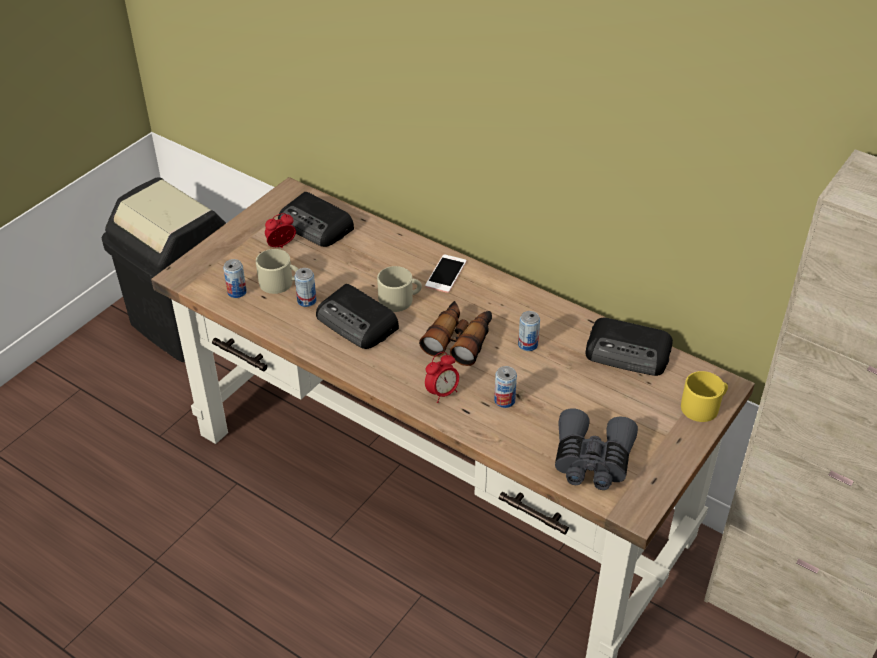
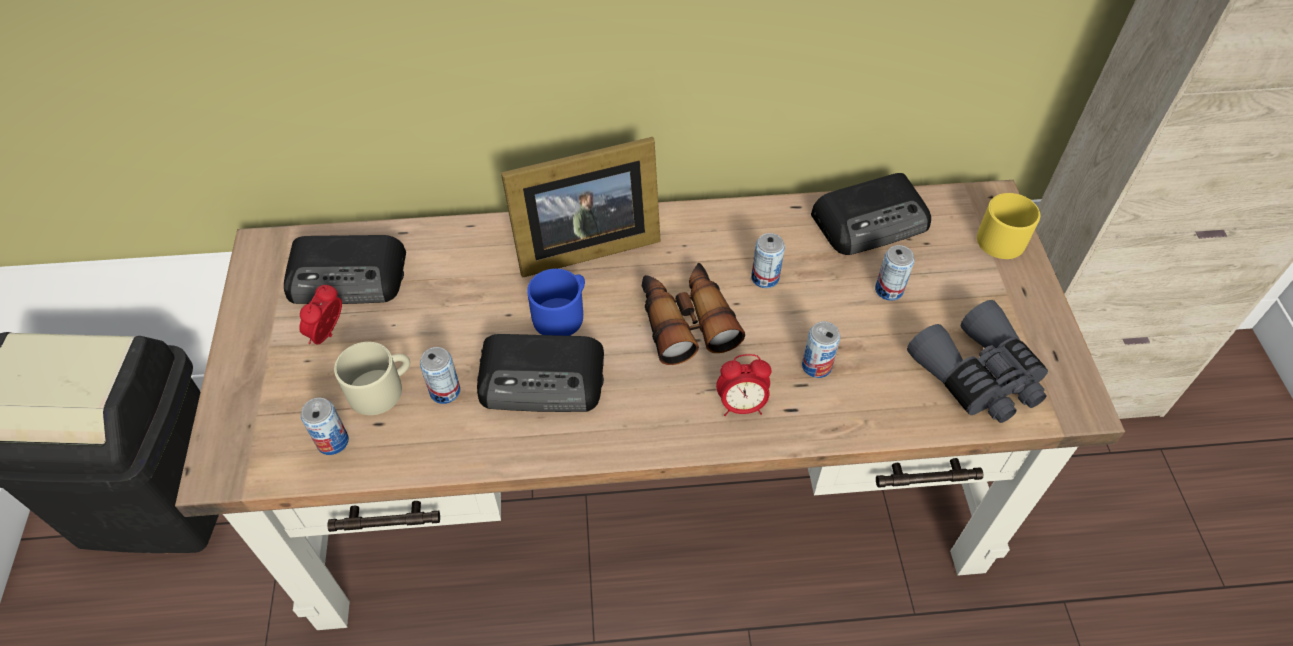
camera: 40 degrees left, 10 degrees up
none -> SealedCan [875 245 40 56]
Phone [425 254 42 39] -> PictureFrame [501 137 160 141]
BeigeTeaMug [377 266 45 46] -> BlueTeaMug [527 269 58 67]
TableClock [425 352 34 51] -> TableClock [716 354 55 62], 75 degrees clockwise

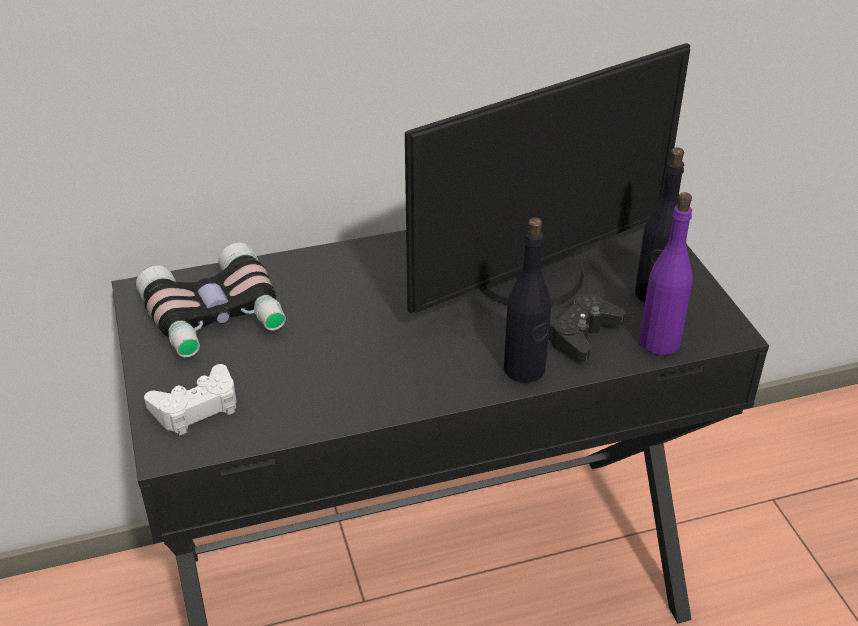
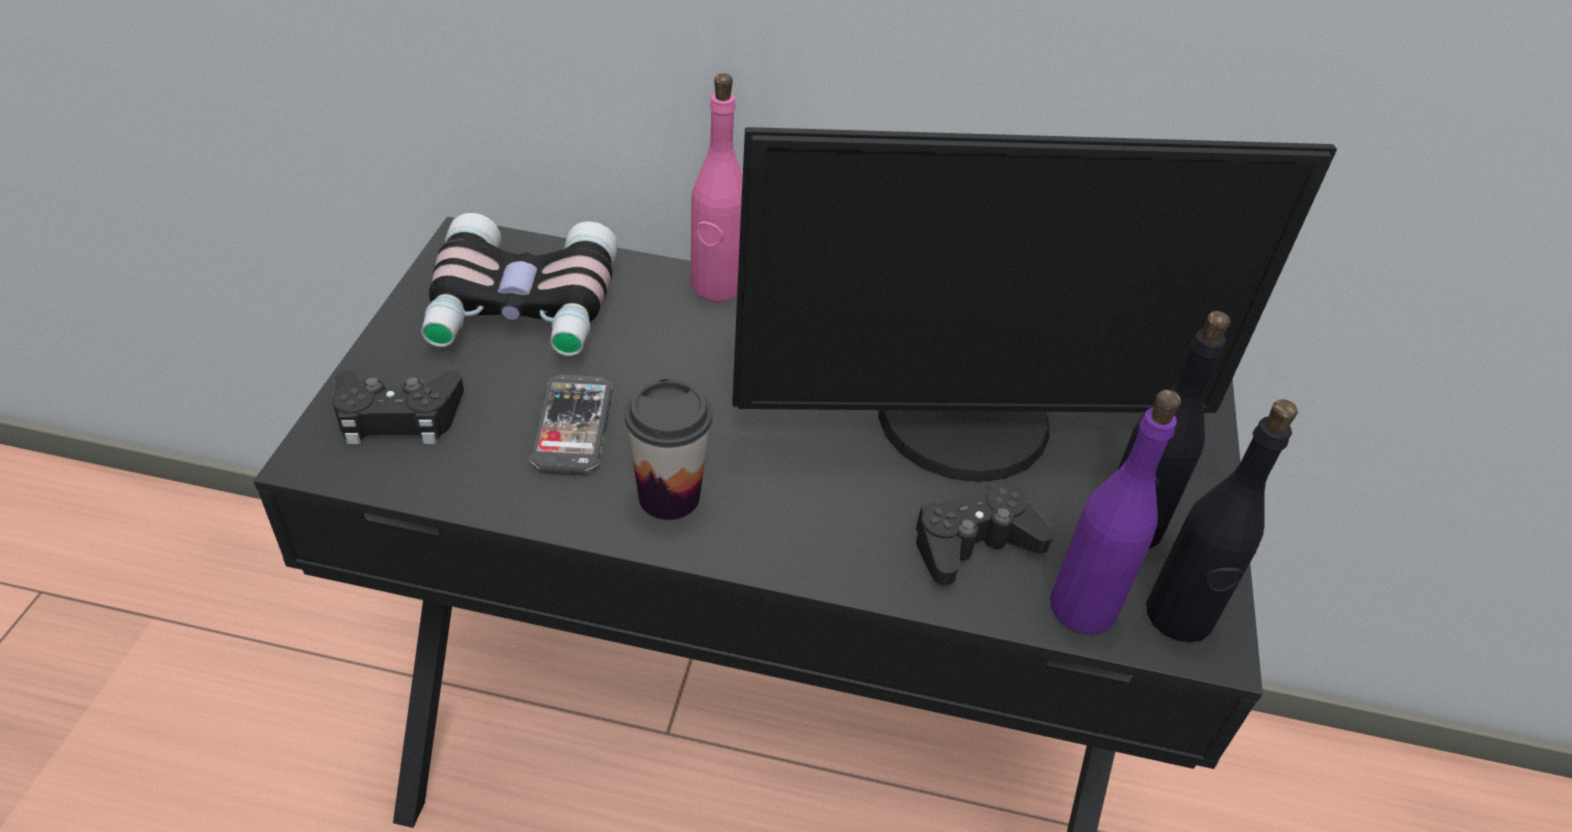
camera: 25 degrees right, 5 degrees up
none -> Phone [529 374 84 101]
none -> SmallCup [625 379 88 141]
none -> PinkishBottle [691 73 52 229]
BlackColouredBottle [504 217 47 166] -> BlackColouredBottle [1146 399 152 243], move
WhiteGameController [144 364 92 72] -> BlackColouredGameController [332 371 132 73]

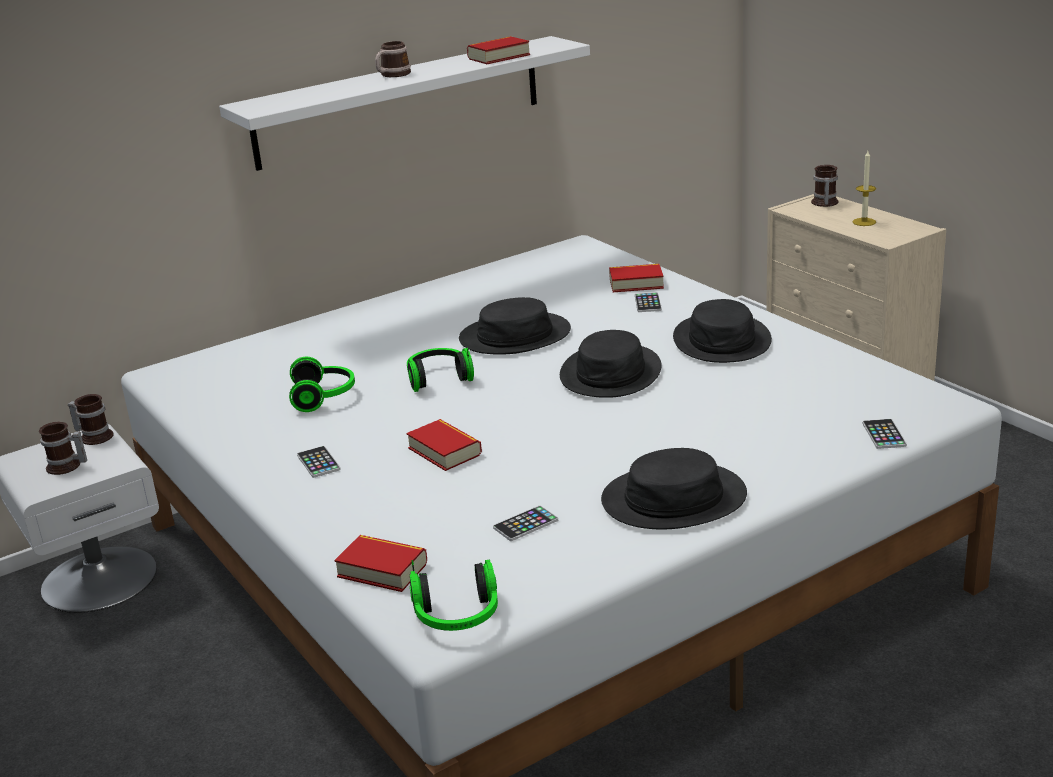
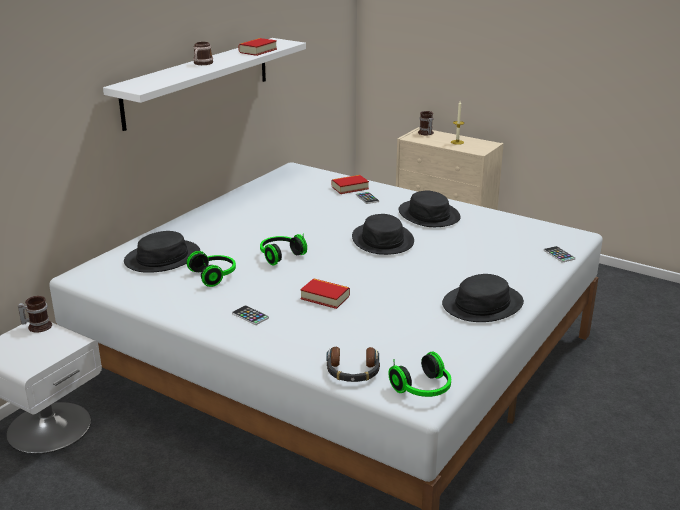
camera: 25 degrees left, 0 degrees up
TeaMug [39 422 48 53] -> none
Phone [493 505 65 36] -> none
BlackColouredHat [459 297 112 58] -> BlackColouredHat [124 231 76 42], move
BoundBook [334 535 93 57] -> Headset [326 347 54 35]

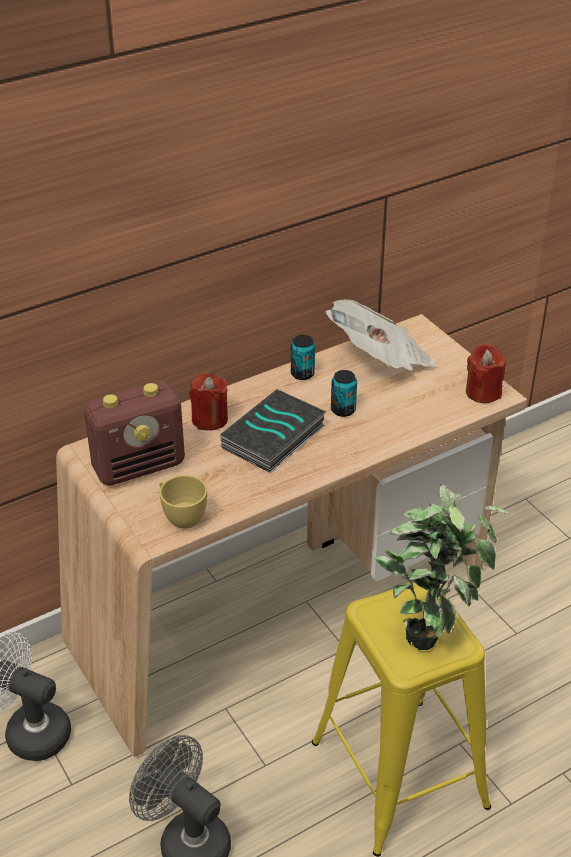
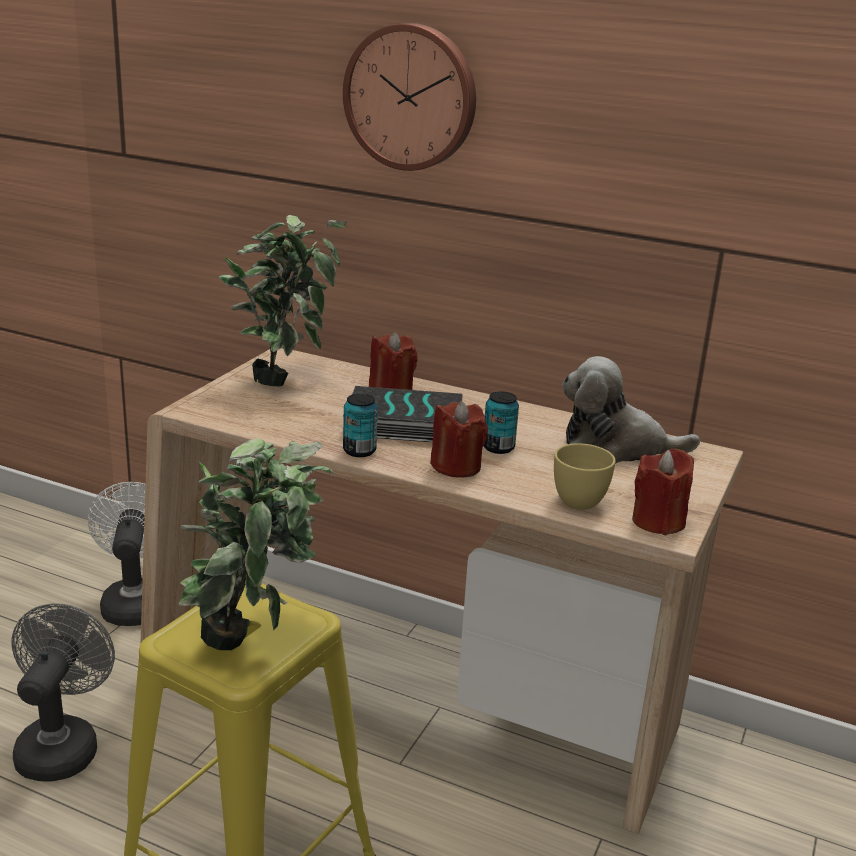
camera: 55 degrees right, 15 degrees down
none -> HangingClock [343 23 133 148]
none -> RedWaxCandle [430 401 58 77]
YellowishSmallCup [160 475 47 54] -> YellowishSmallCup [554 443 62 67], move
SealedCan [291 335 24 45] -> SealedCan [343 393 35 64], move
Radio [84 381 101 105] -> Houseplant [219 215 128 171]
DailyPaper [325 299 112 72] -> CuddlyToy [562 356 138 108]

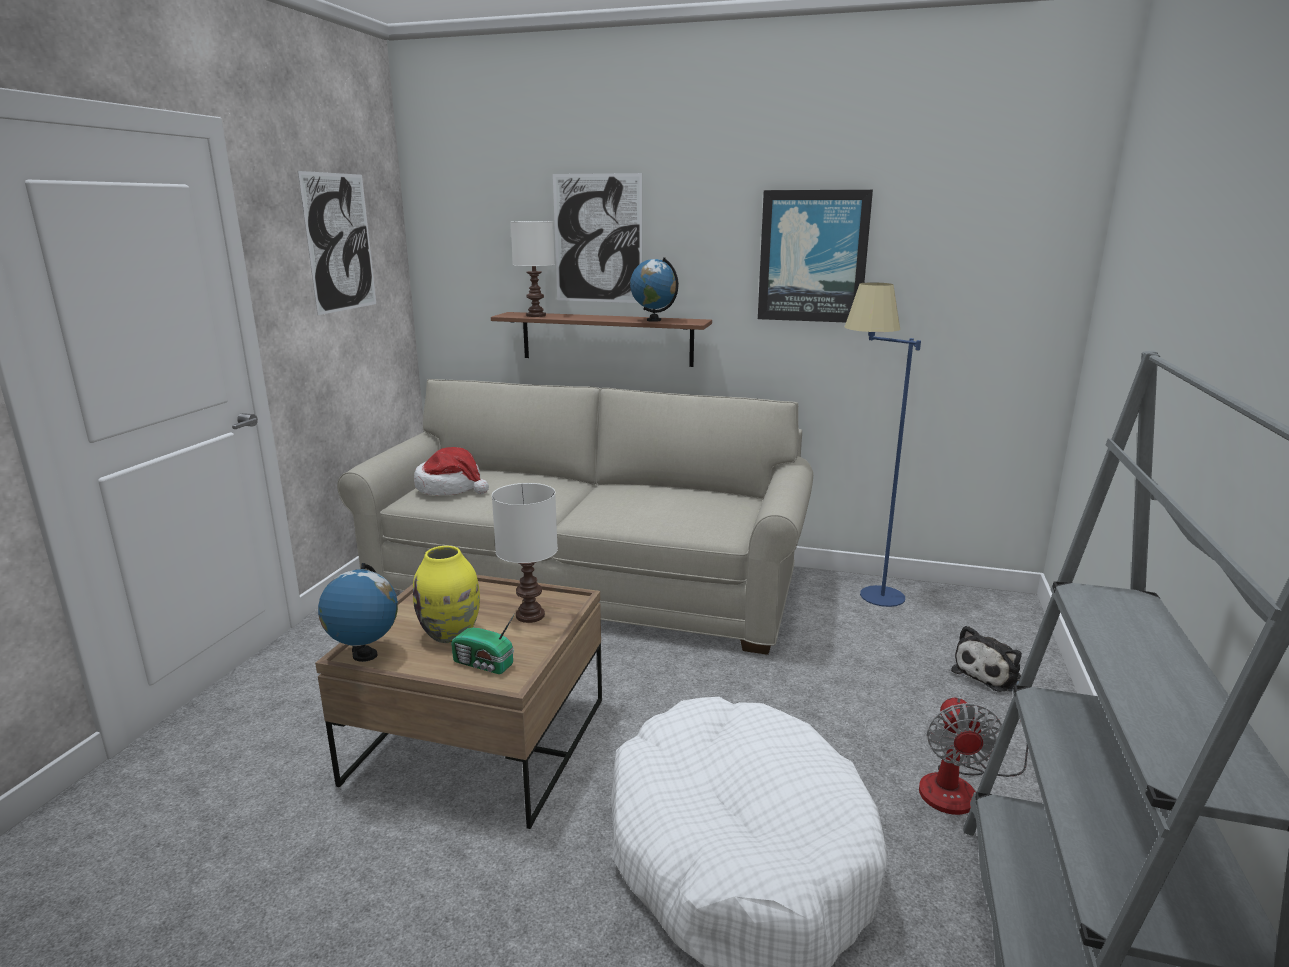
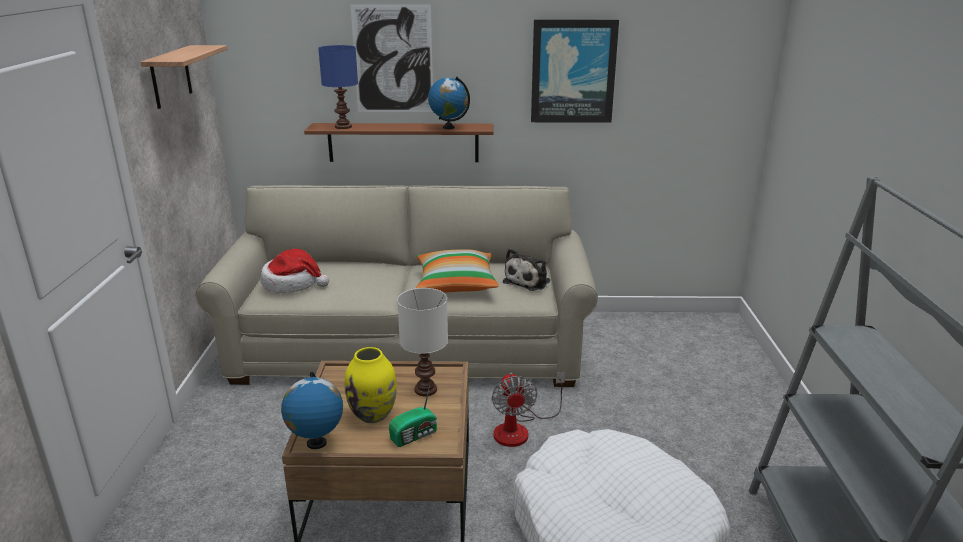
camera: 15 degrees left, 5 degrees up
BlueStandardLamp [844 283 77 324] -> none
none -> ThrowPillow [416 249 83 44]
CoolingFan [919 696 109 119] -> CoolingFan [492 372 73 75], move
CuddlyToy [951 626 71 66] -> CuddlyToy [503 248 47 43], move
WallArt [298 171 78 144] -> BracketShelf [140 45 87 64]
WhiteLampForATable [511 221 44 96] -> BlueLampForATable [318 45 40 84]
Radio [451 613 64 61] -> Radio [389 386 48 61], 45 degrees counterclockwise

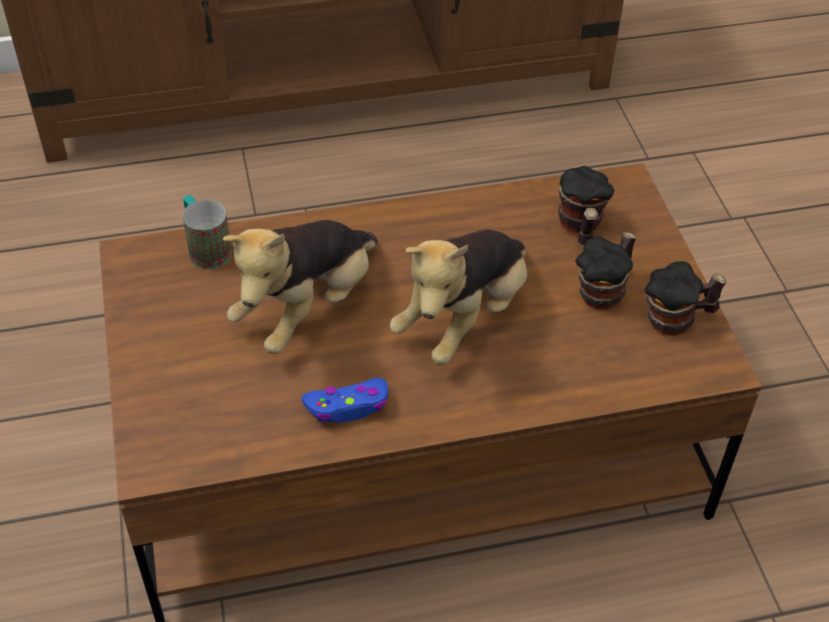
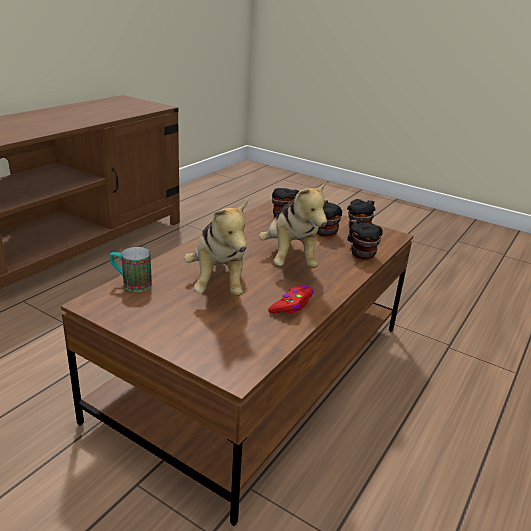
camera: 45 degrees left, 20 degrees down
none -> TeaMug [347 220 36 40]
BlueGameController [301 378 87 45] -> RedGameController [268 285 45 29]

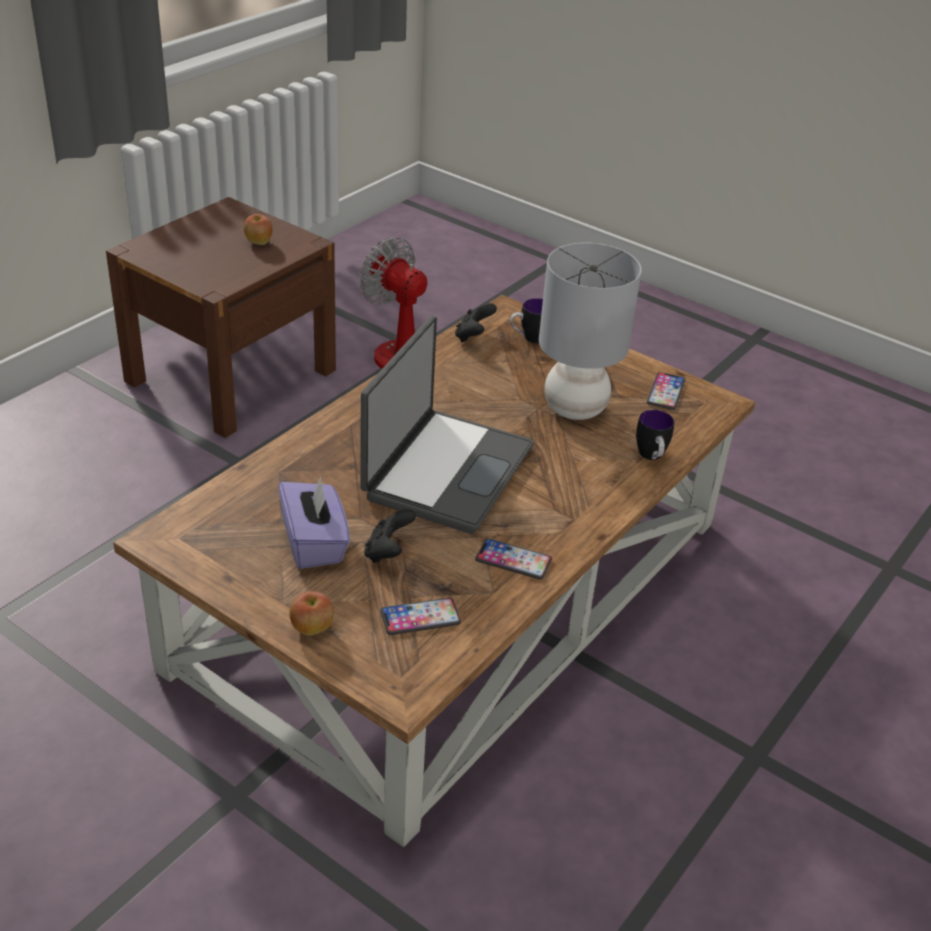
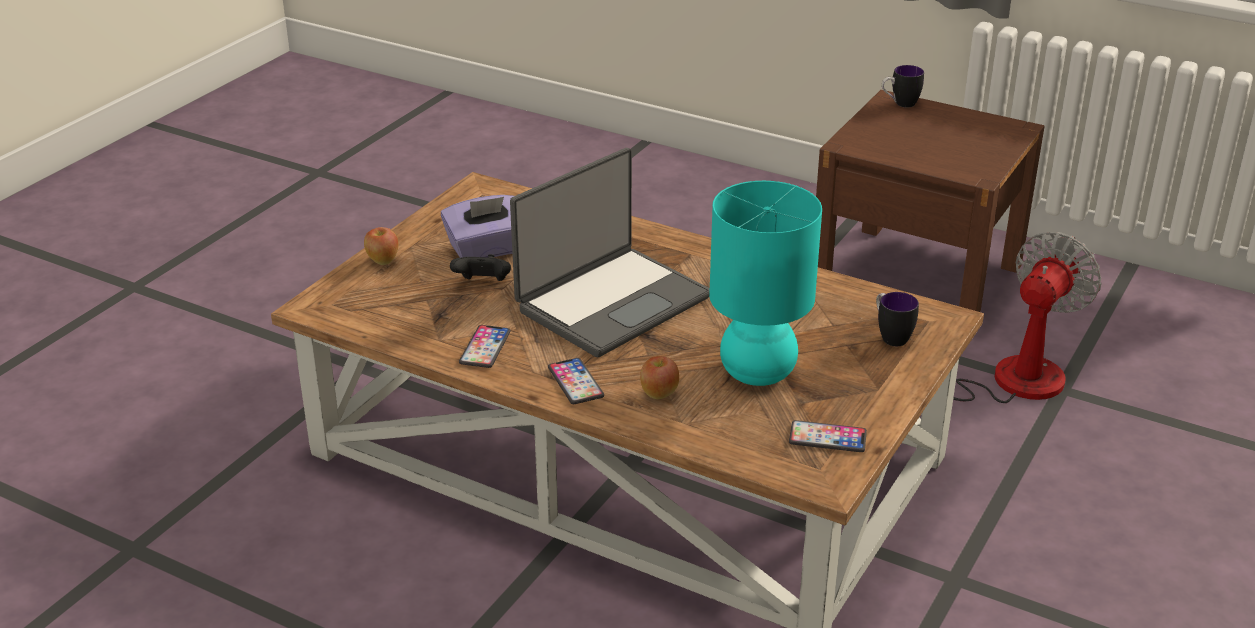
camera: 85 degrees right, 5 degrees down
BlackColouredGameController [455 303 42 39] -> none
AppleFruit [244 214 28 31] -> AppleFruit [640 356 39 43], move
Phone [381 597 80 38] -> Phone [548 358 56 46], move
TeaMug [636 410 38 50] -> TeaMug [882 65 42 42], move
GrayLampForATable [539 243 103 177] -> TurquoiseLampForATable [709 181 113 205]
NotebookComputer [360 316 173 218] -> NotebookComputer [510 148 200 210], 60 degrees counterclockwise

